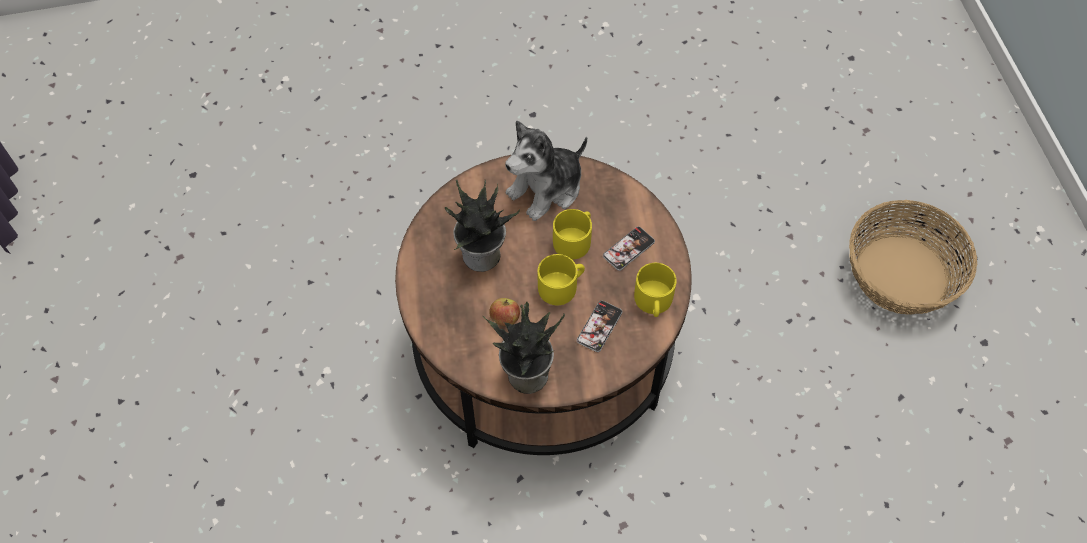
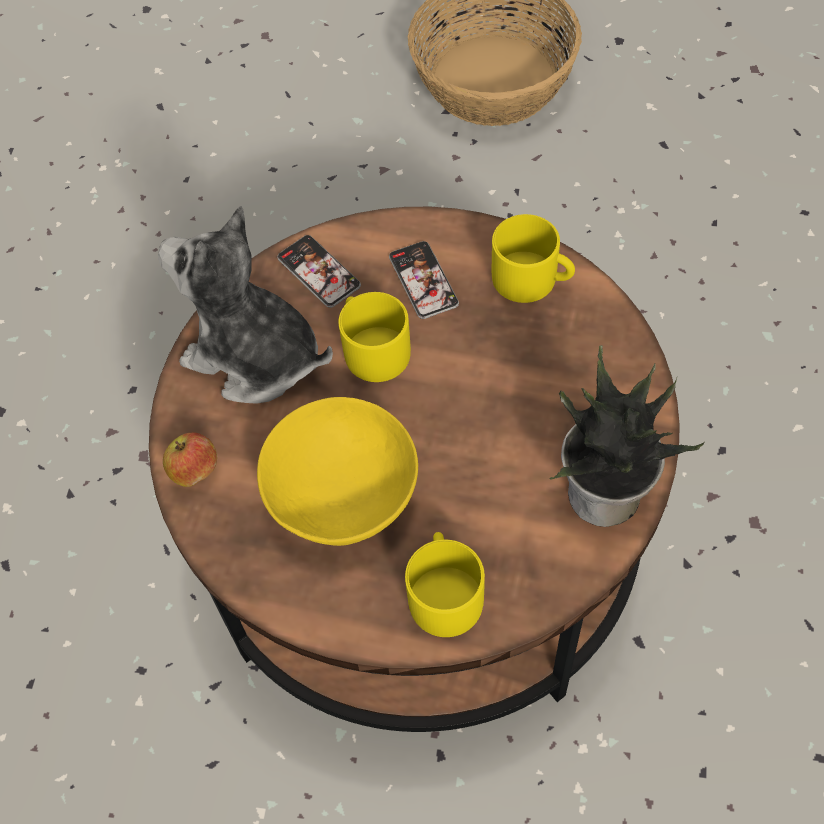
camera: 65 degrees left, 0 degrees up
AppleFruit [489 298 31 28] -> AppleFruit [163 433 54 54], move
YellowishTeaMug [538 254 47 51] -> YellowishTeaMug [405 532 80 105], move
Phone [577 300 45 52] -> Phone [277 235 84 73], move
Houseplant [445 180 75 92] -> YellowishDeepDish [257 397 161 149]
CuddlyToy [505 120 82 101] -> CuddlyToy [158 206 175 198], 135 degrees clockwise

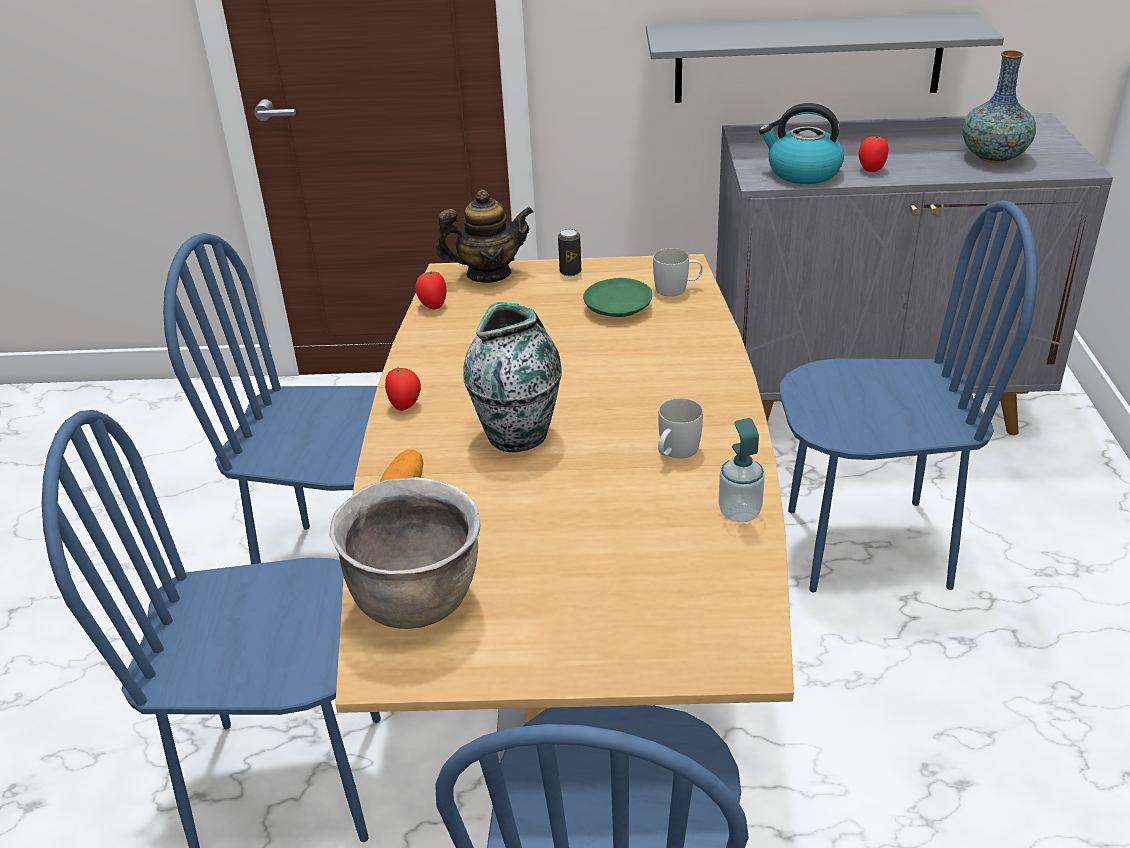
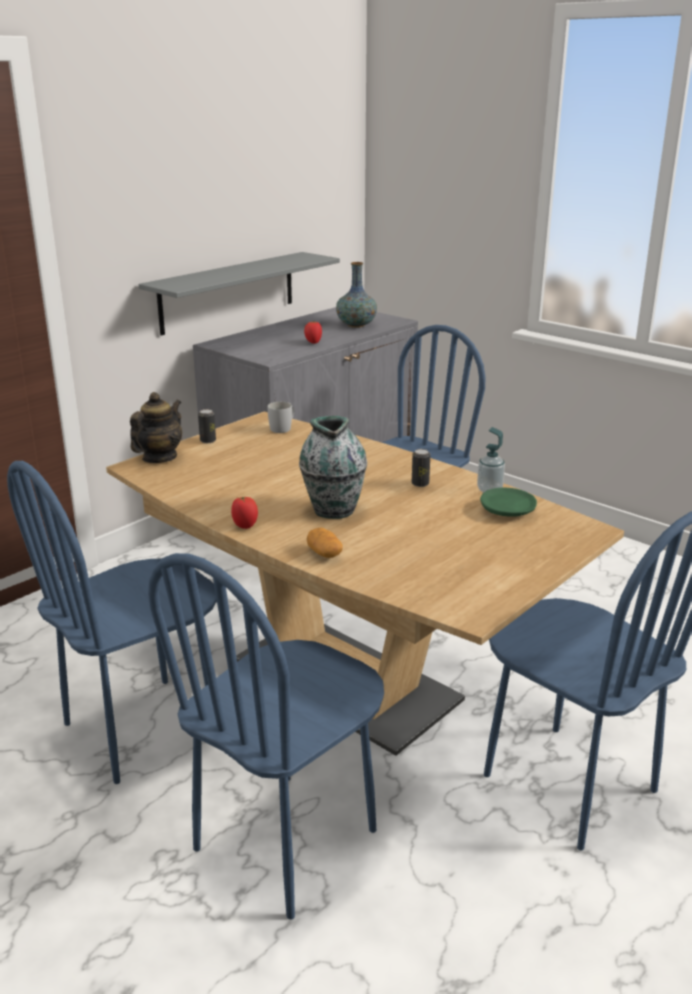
camera: 50 degrees left, 10 degrees down
BrownColouredCookingPot [329 477 152 152] -> none
WholeTomato [415 270 31 40] -> none
Kettle [759 103 85 81] -> none
GreenDinnerPlate [583 278 69 39] -> GreenDinnerPlate [480 488 57 29], move
WhiteTeaMug [658 398 45 61] -> SealedCan [412 449 19 38]

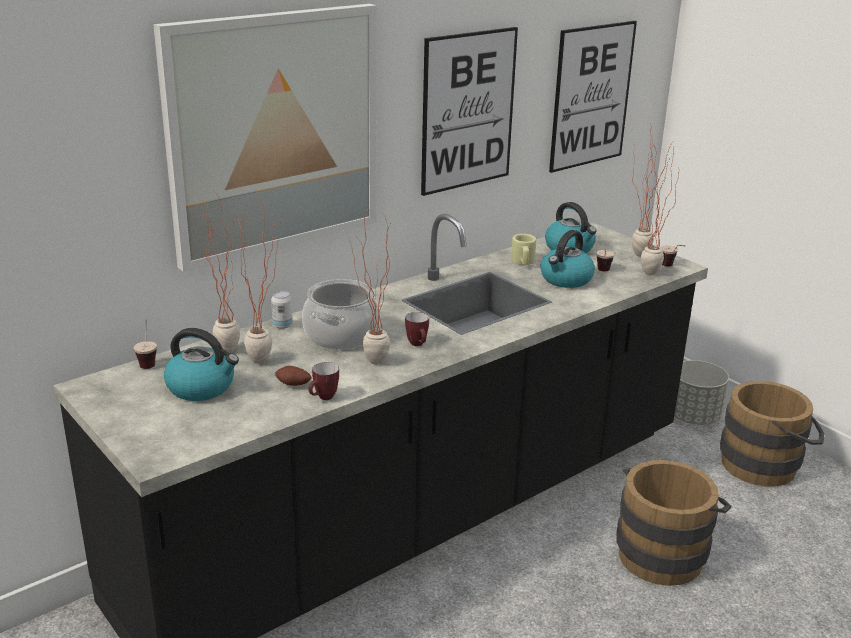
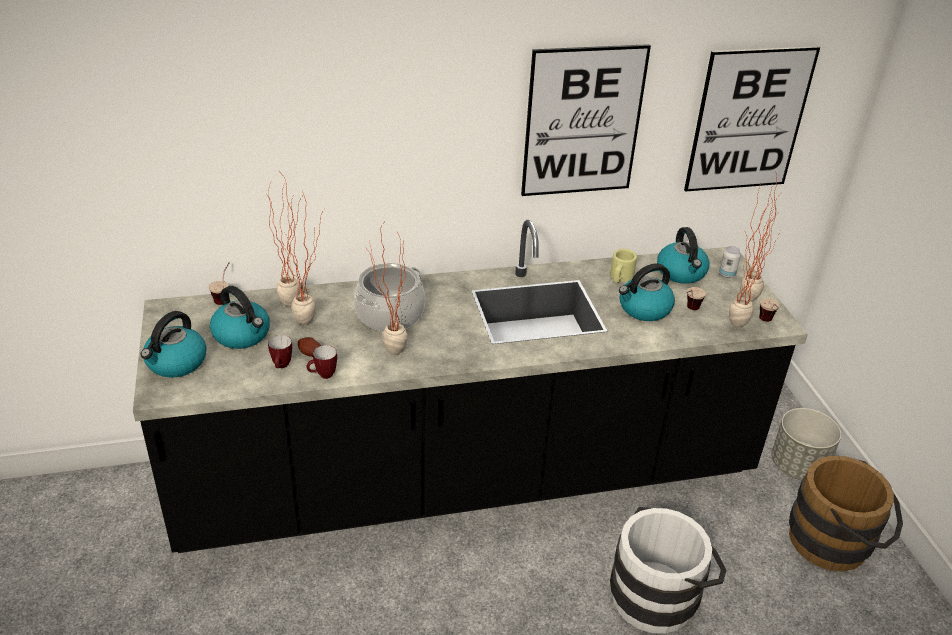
camera: 25 degrees right, 10 degrees up
WallArt [153 4 224 268] -> none
none -> Kettle [141 311 65 67]
SealedCan [271 291 22 38] -> SealedCan [719 246 22 32], move
TeaMug [405 312 24 34] -> TeaMug [268 335 24 33], move
BrownColouredPail [616 460 115 126] -> WhitePail [610 507 116 127]

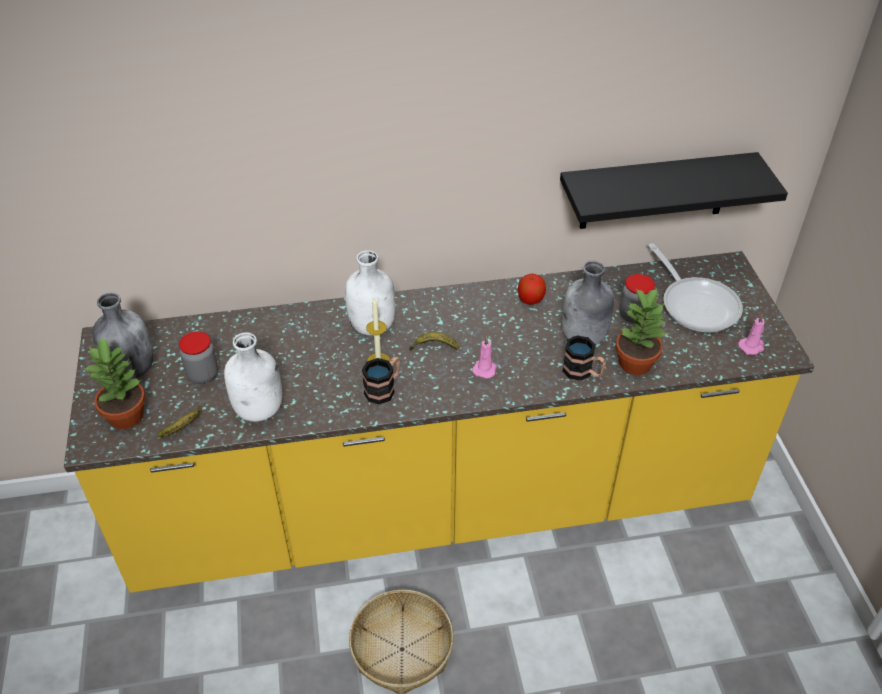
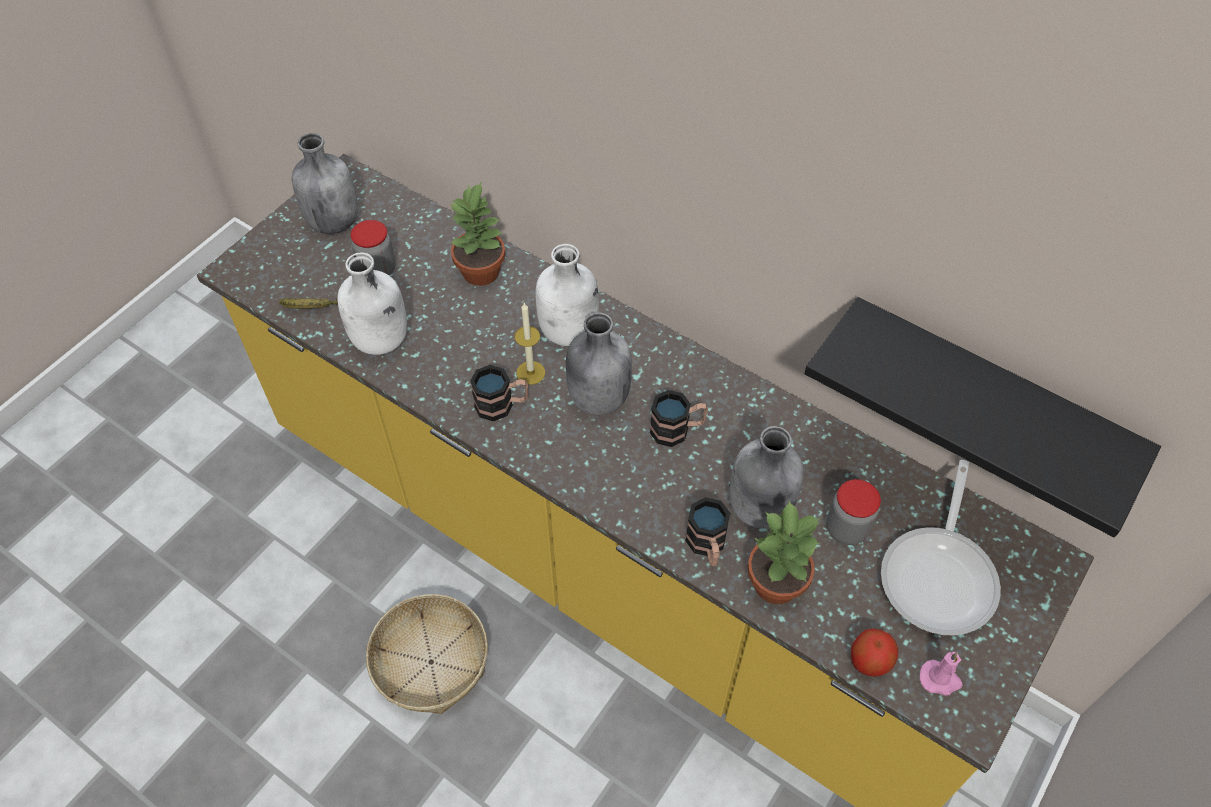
camera: 45 degrees right, 10 degrees up
PinkishWaxCandle [472 336 25 42] -> none
none -> TeaMug [650 390 58 57]
Houseplant [85 336 61 93] -> Houseplant [449 181 57 105], move
AppleFruit [518 274 28 31] -> AppleFruit [851 628 47 49], move
Banana [409 332 50 19] -> GrayBottle [566 312 66 103]

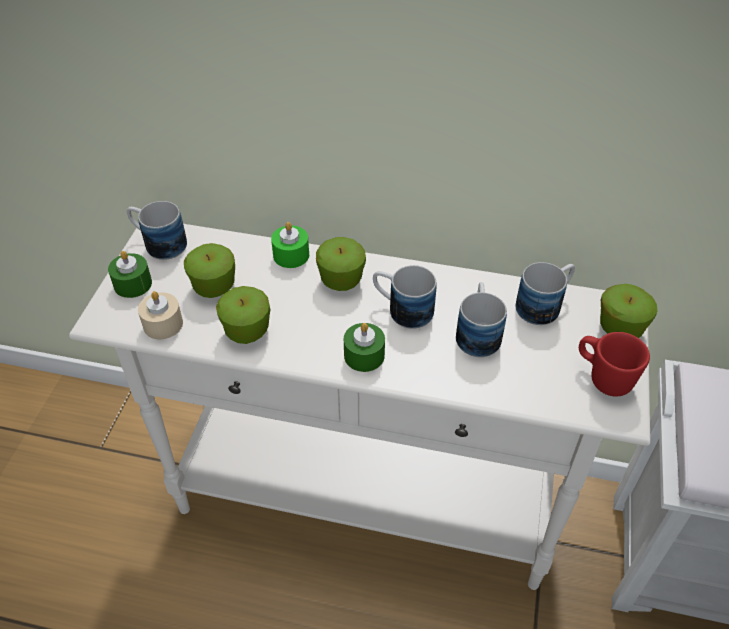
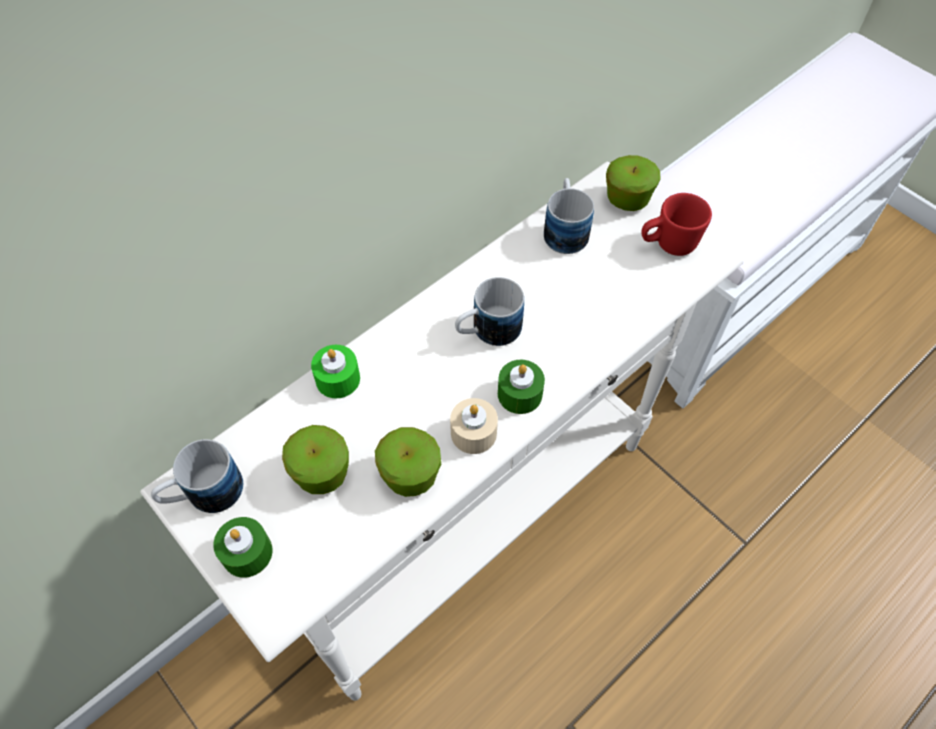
camera: 55 degrees left, 10 degrees up
AppleFruit [316 237 50 54] -> none
TeaMug [456 282 51 75] -> none
BeigeWaxCandle [138 291 45 48] -> BeigeWaxCandle [450 398 48 56], move

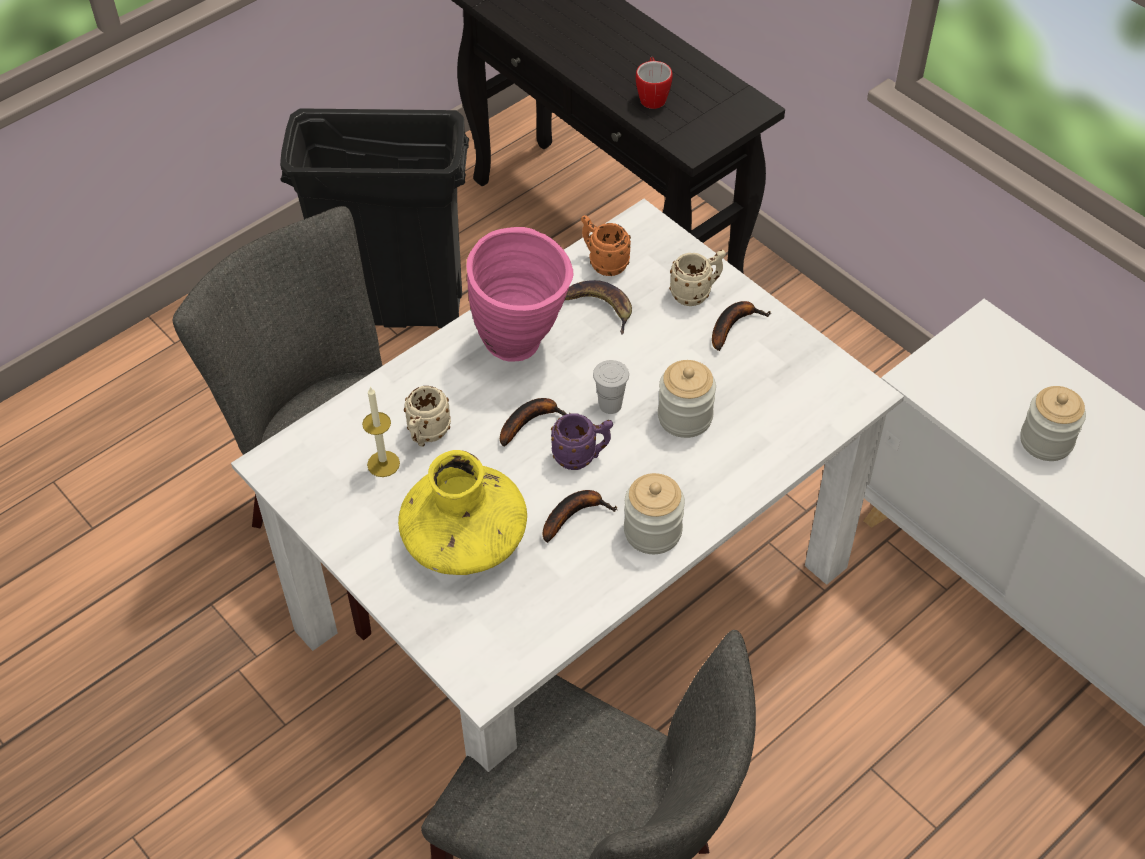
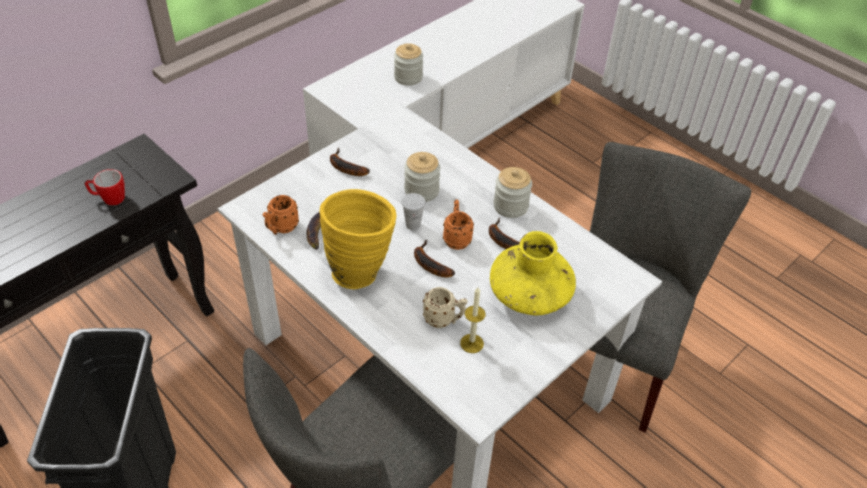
camera: 95 degrees left, 5 degrees down
BeigeTeaMug [669 250 57 56] -> none
PinkishDecorativeVase [466 227 108 135] -> YellowishDecorativeVase [319 189 77 100]
PurplishTeaMug [551 413 62 57] -> OrangeColouredTeaMug [443 200 31 50]

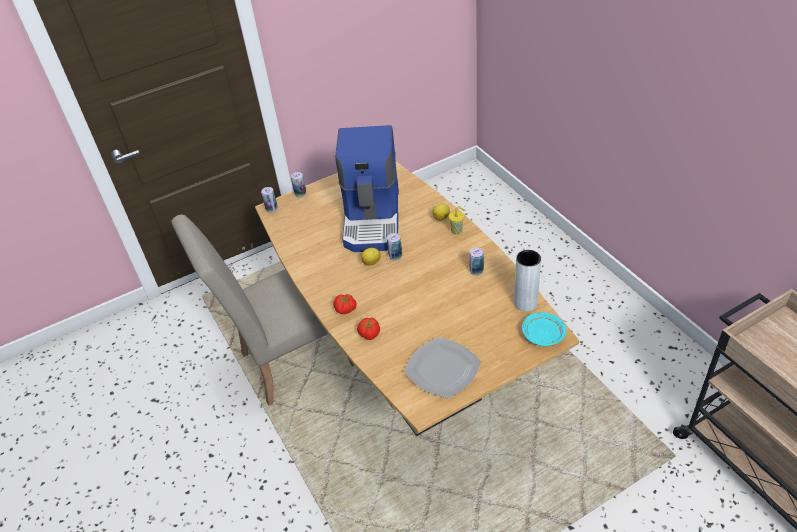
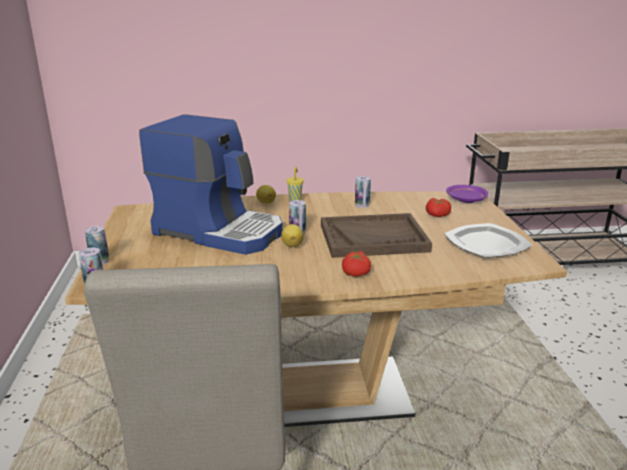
camera: 70 degrees left, 20 degrees down
GrayDecorativeVase [514 250 27 61] -> none
none -> BrownColouredCarryingTray [321 213 111 45]
WholeTomato [357 317 23 23] -> WholeTomato [426 198 25 19], move
TurquoiseDinnerPlate [522 312 45 34] -> PurplishDinnerPlate [446 185 42 18]

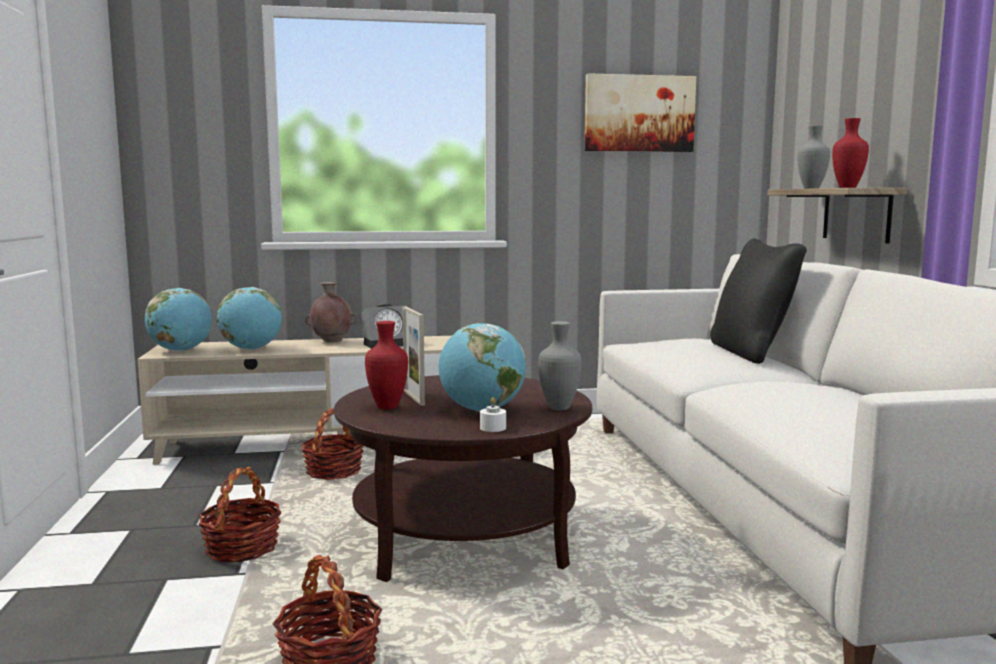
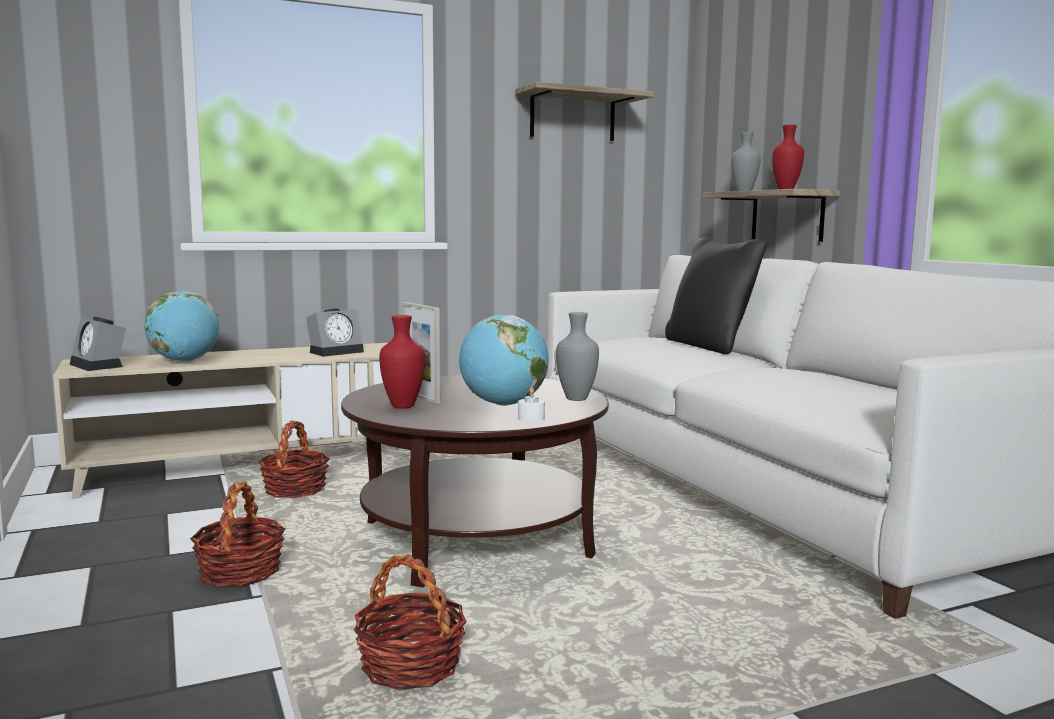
camera: 15 degrees left, 0 degrees up
BrownColouredDecorativeVase [305 282 52 61] -> none
DeskGlobe [145 288 67 63] -> TableClock [70 317 56 54]
WallArt [585 73 111 79] -> BracketShelf [515 82 139 59]

